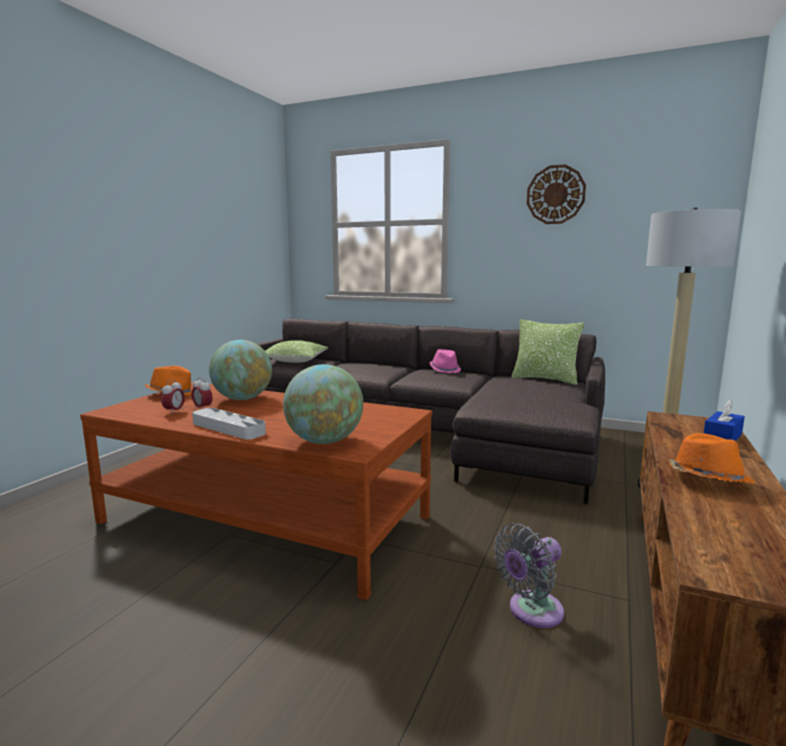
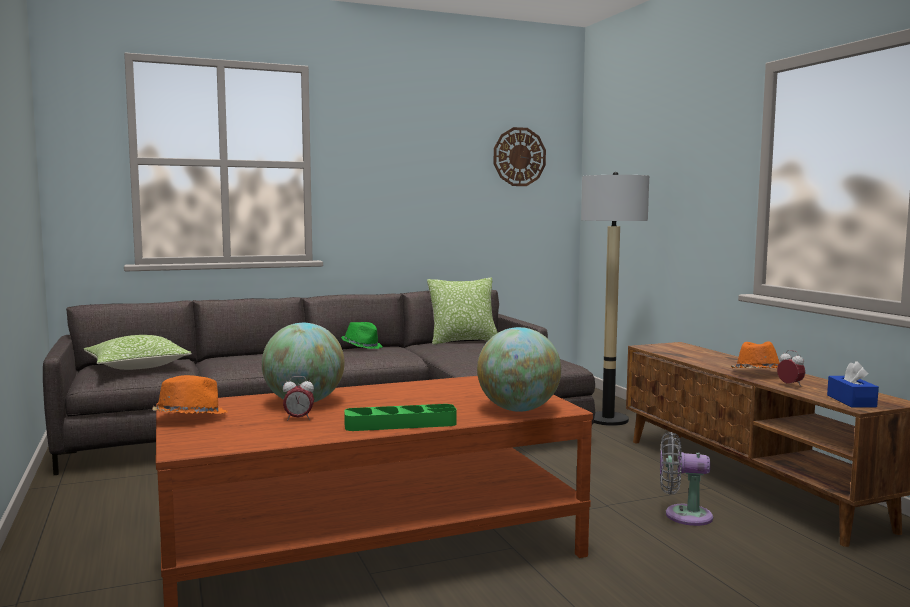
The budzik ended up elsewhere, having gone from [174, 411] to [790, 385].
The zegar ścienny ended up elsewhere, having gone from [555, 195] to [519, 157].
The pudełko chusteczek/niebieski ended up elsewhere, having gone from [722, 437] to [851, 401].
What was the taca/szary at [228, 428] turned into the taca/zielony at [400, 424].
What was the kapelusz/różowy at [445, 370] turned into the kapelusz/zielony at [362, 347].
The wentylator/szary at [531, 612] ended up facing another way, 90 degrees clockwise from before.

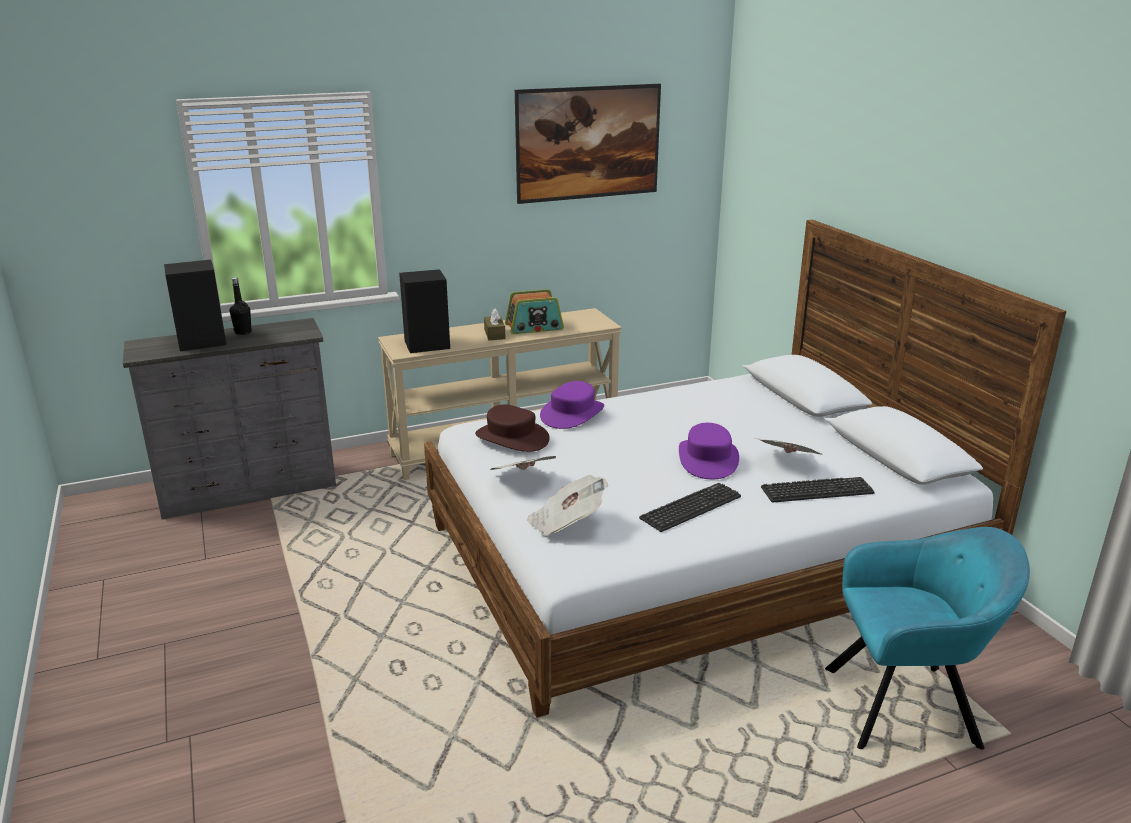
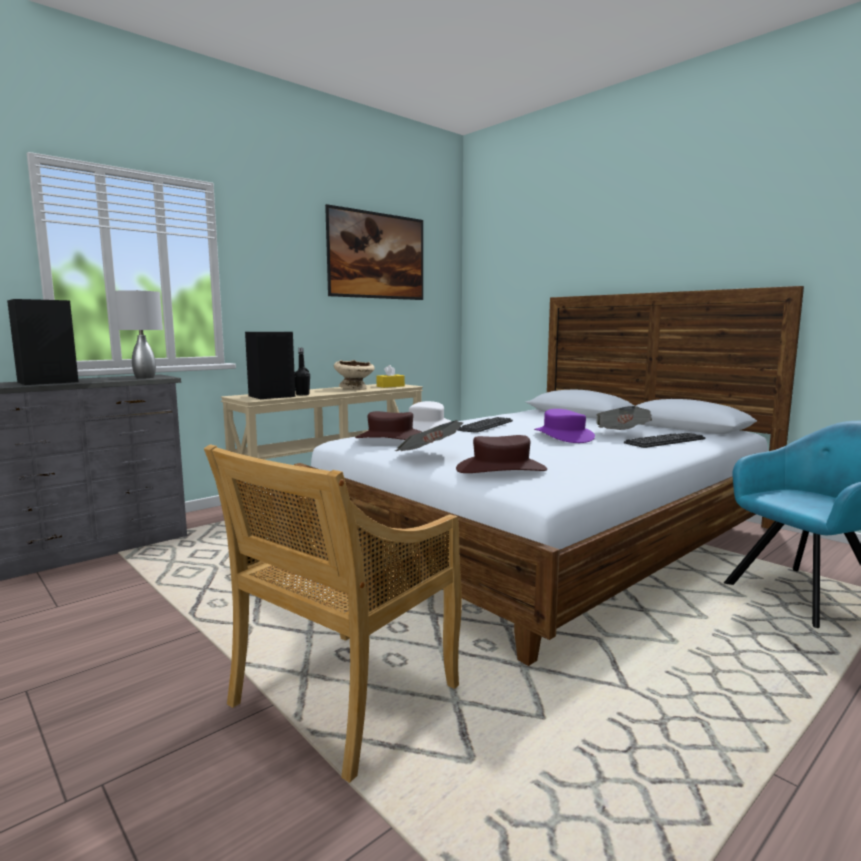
The second view lost the pudełko chusteczek/brązowy at [494, 334].
The second view gained the lampa stołowa/szary at [145, 377].
The second view gained the krzesło/beżowy at [343, 698].
The second view gained the pudełko chusteczek/żółty at [390, 386].
The butelka/czarny ended up elsewhere, having gone from [243, 332] to [302, 394].
The klawiatura ended up elsewhere, having gone from [691, 507] to [485, 426].
Where the radio stood at [534, 327], the miska/beżowy came to stand at [355, 388].
Where the gazeta stood at [566, 523], the kapelusz/brązowy came to stand at [501, 469].
What was the kapelusz/fioletowy at [572, 413] turned into the kapelusz/biały at [426, 427].

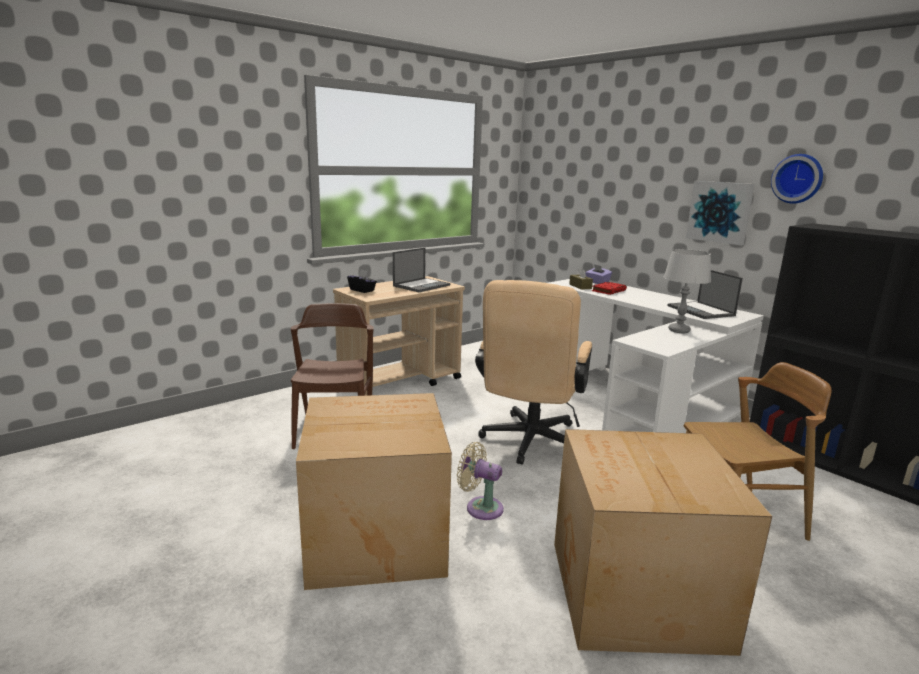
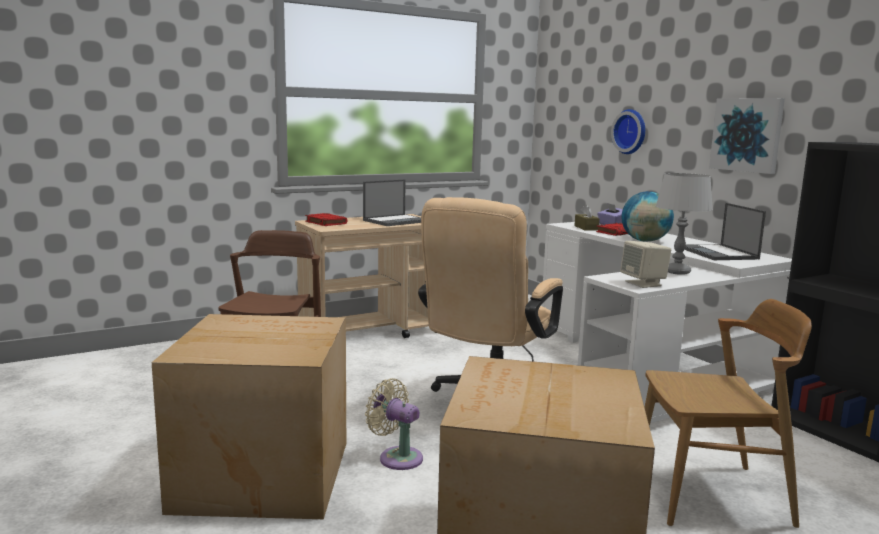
The second view gained the głośnik/beżowy at [643, 283].
The second view gained the globus at [644, 241].
The zegar ścienny ended up elsewhere, having gone from [798, 178] to [631, 131].
Where the pudełko chusteczek/czarny stood at [362, 290], the książka/czerwony came to stand at [325, 222].

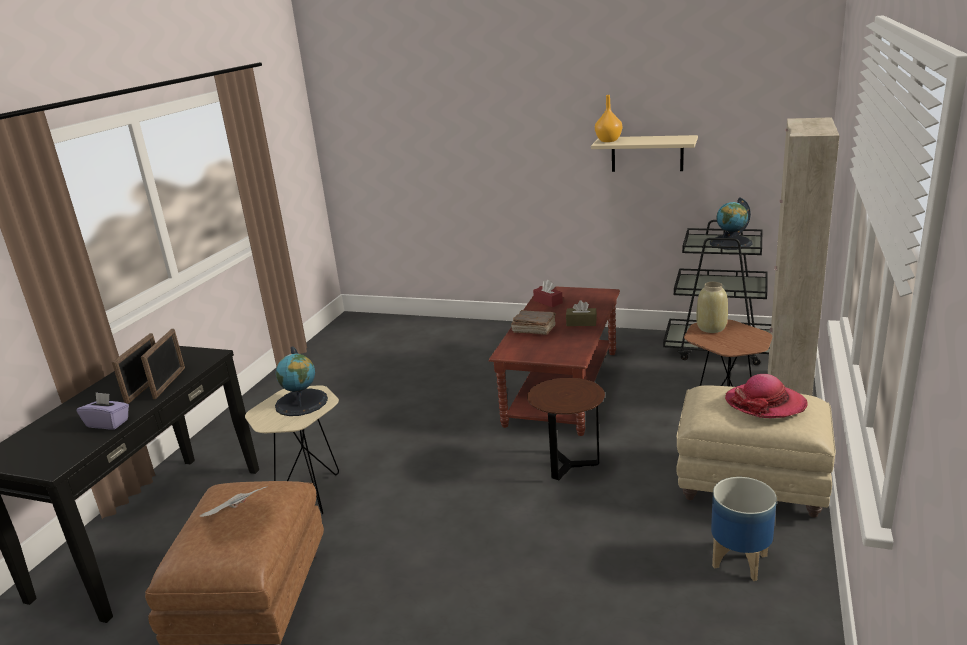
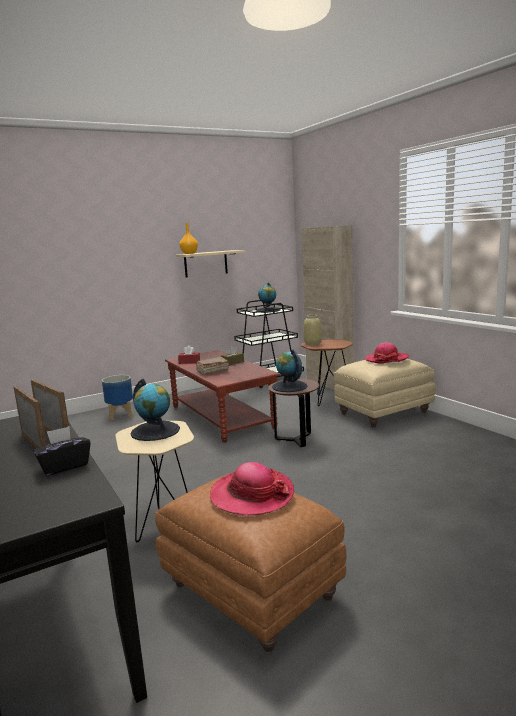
The second view gained the globus at [289, 386].
The donica ended up elsewhere, having gone from [741, 561] to [121, 415].
Where the gazeta stood at [237, 517], the kapelusz came to stand at [252, 495].
What was the pudełko chusteczek/fioletowy at [108, 423] turned into the pudełko chusteczek/czarny at [64, 466].

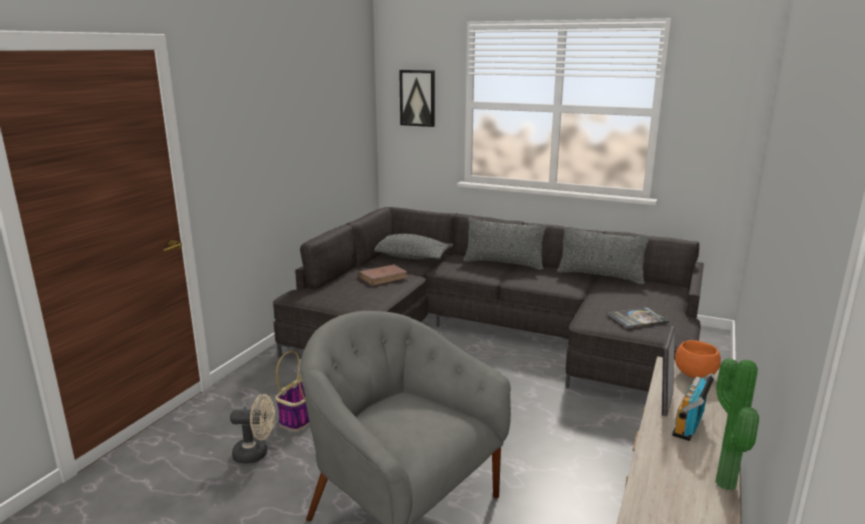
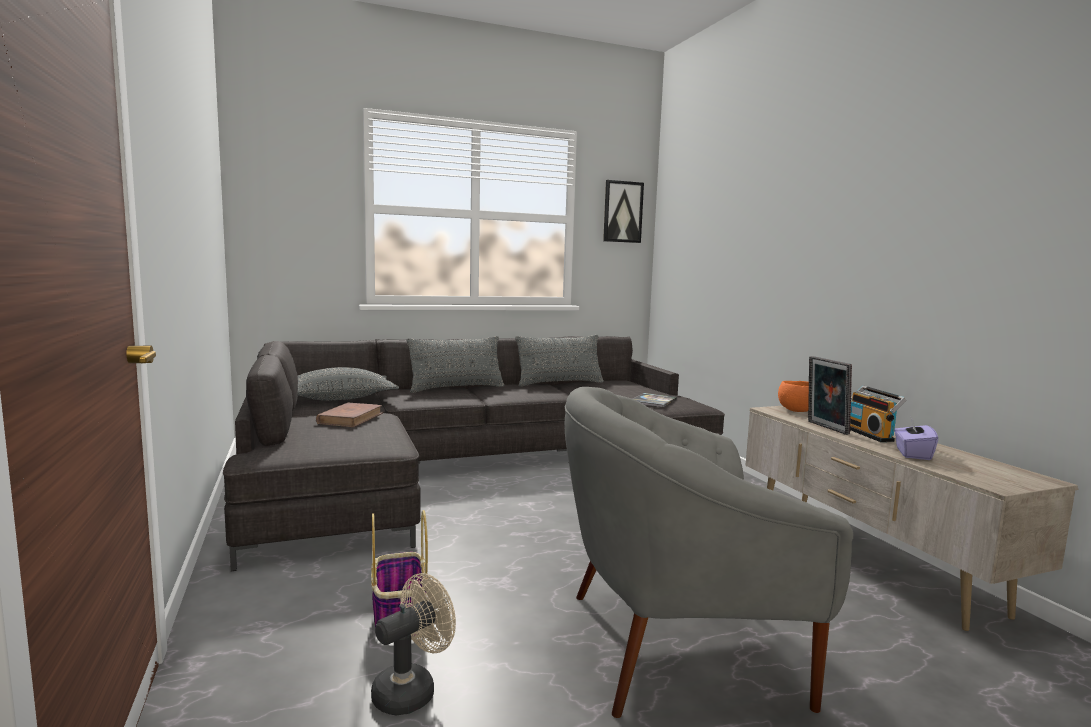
The second view lost the roślina doniczkowa at [721, 483].
The second view gained the pudełko chusteczek/fioletowy at [912, 454].
The obraz ended up elsewhere, having gone from [417, 98] to [622, 212].

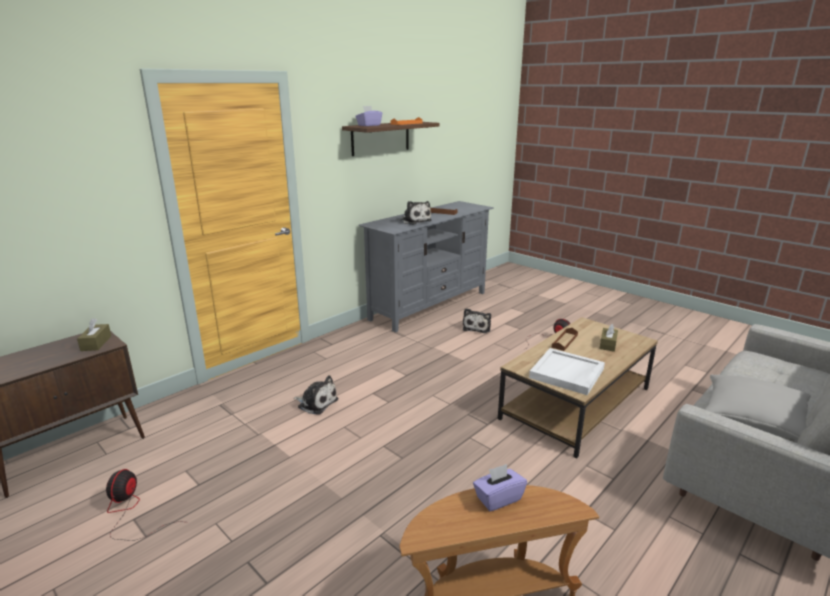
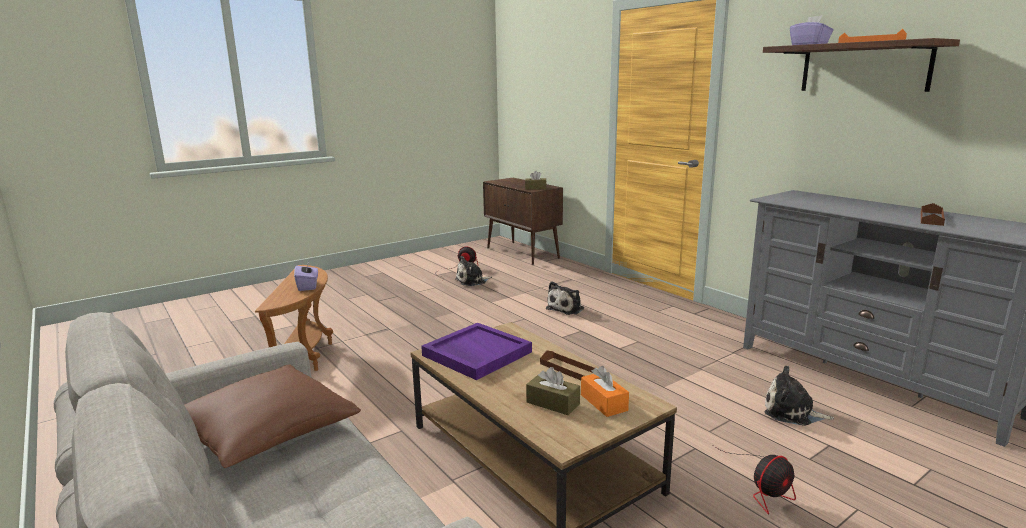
The second view gained the pudełko chusteczek/pomarańczowy at [603, 402].
The pluszak ended up elsewhere, having gone from [415, 221] to [472, 281].
What was the taca/biały at [567, 374] turned into the taca/fioletowy at [476, 354].
What was the poduszka/szary at [753, 419] turned into the poduszka/brązowy at [266, 433].

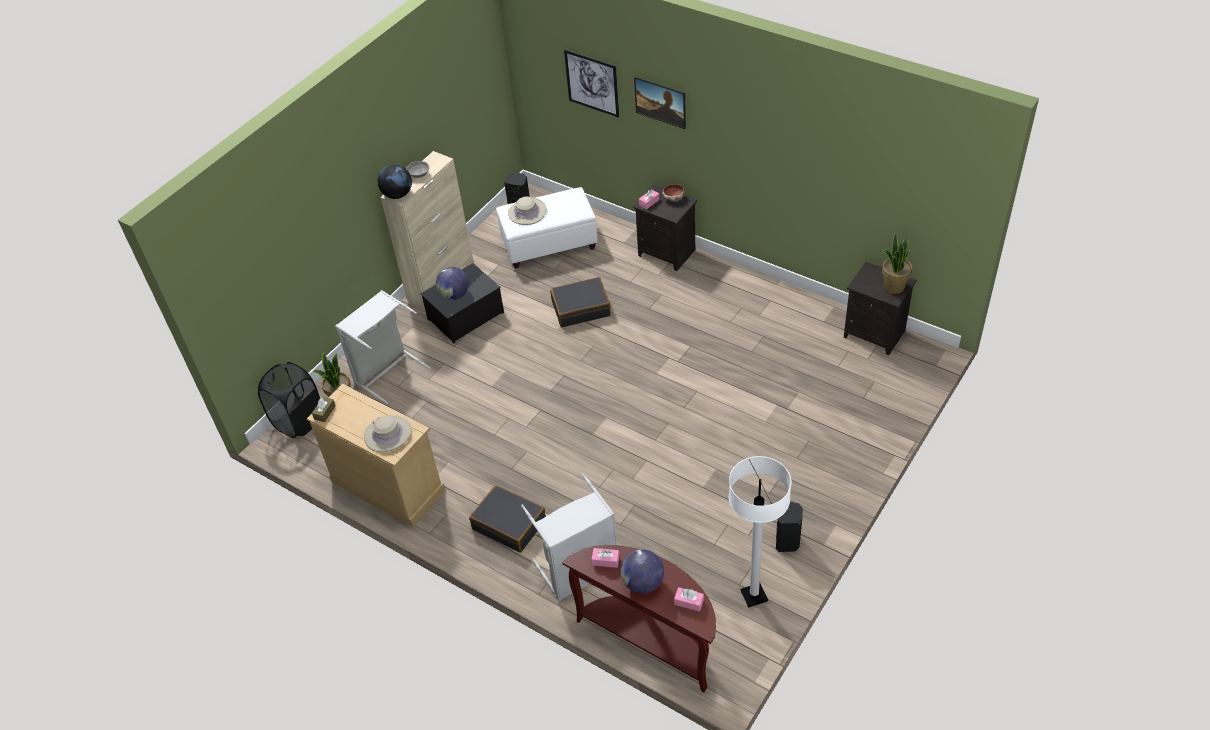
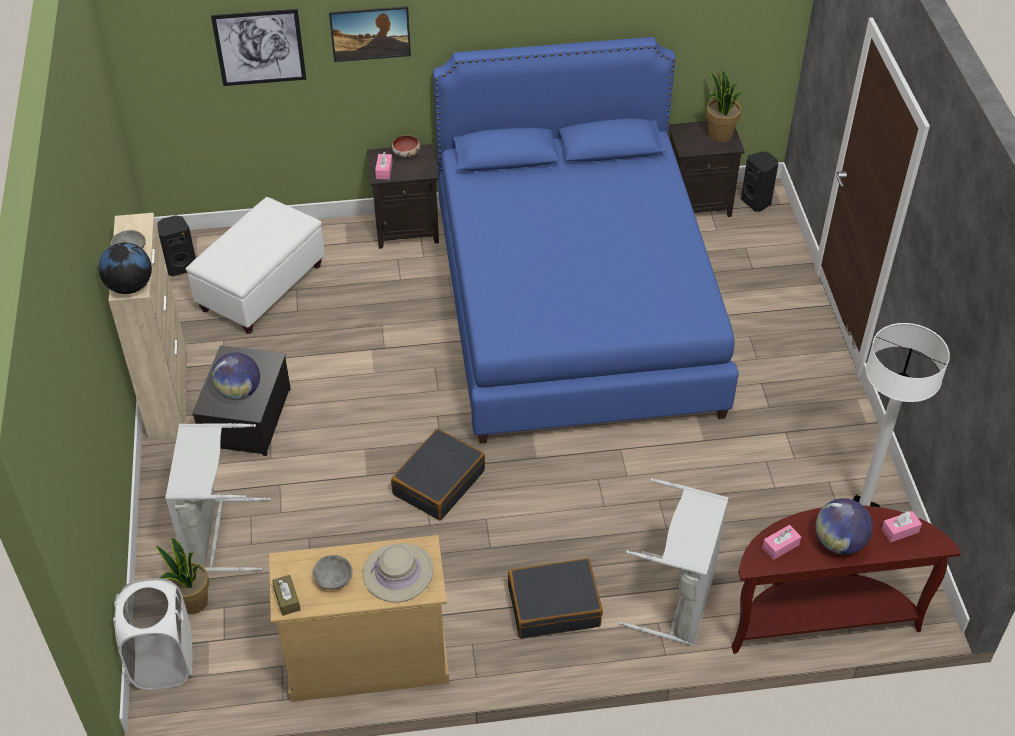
The second view lost the kapelusz/beżowy at [527, 212].
The second view gained the miska/szary at [333, 579].
The second view gained the łóżko/niebieski at [574, 308].
The walizka/czarny ended up elsewhere, having gone from [581, 308] to [438, 482].
The głośnik/czarny ended up elsewhere, having gone from [787, 541] to [757, 201].
What was the kosz na pranie/czarny at [299, 421] turned into the kosz na pranie/biały at [163, 661].

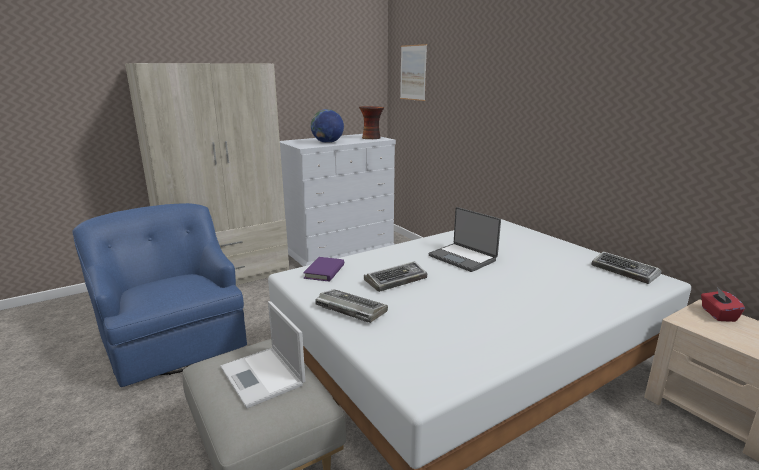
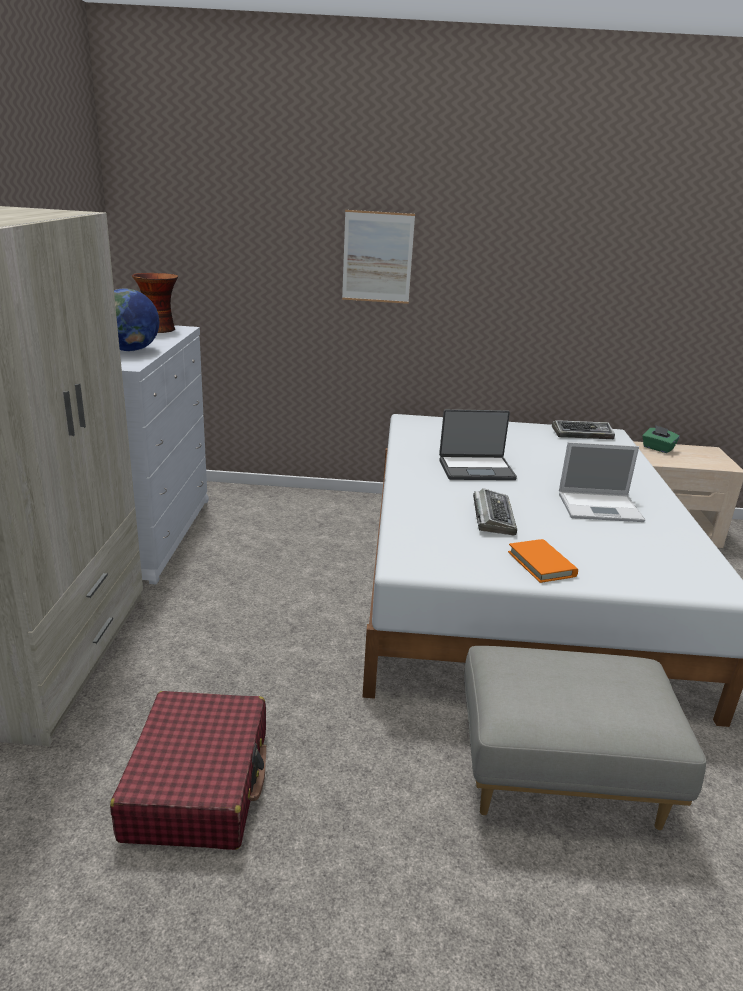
The second view lost the książka/fioletowy at [324, 271].
The laptop ended up elsewhere, having gone from [263, 377] to [601, 507].
The obraz ended up elsewhere, having gone from [413, 72] to [377, 257].
Where the fotel/niebieski stood at [173, 339], the walizka/czerwony came to stand at [198, 784].
Where the klawiatura stood at [350, 309], the książka/pomarańczowy came to stand at [541, 564].
What was the pudełko chusteczek/czerwony at [717, 314] turned into the pudełko chusteczek/zielony at [657, 448].

